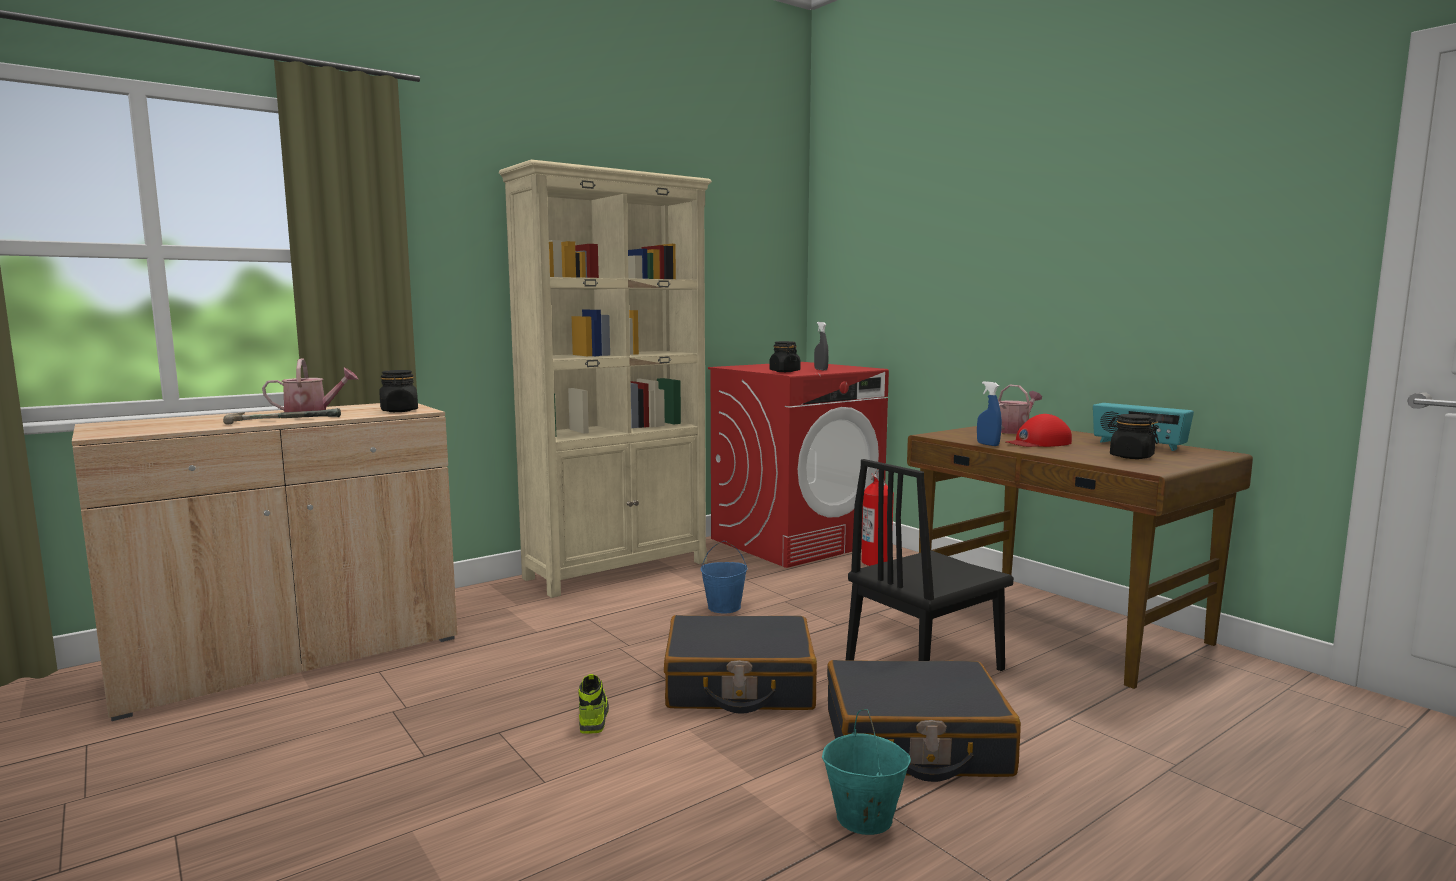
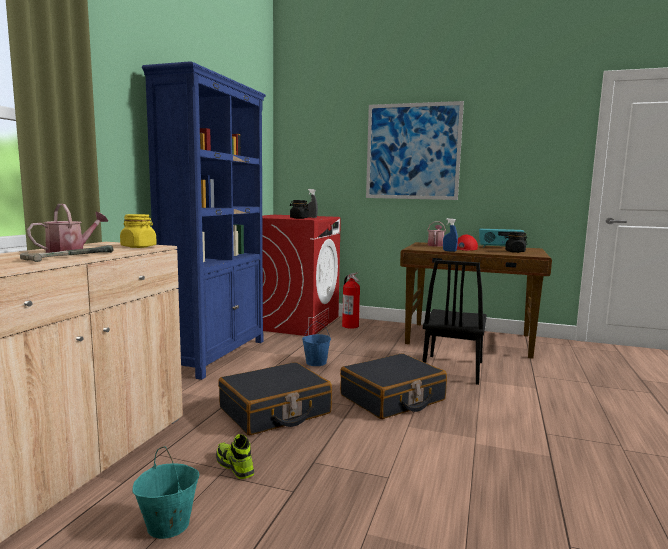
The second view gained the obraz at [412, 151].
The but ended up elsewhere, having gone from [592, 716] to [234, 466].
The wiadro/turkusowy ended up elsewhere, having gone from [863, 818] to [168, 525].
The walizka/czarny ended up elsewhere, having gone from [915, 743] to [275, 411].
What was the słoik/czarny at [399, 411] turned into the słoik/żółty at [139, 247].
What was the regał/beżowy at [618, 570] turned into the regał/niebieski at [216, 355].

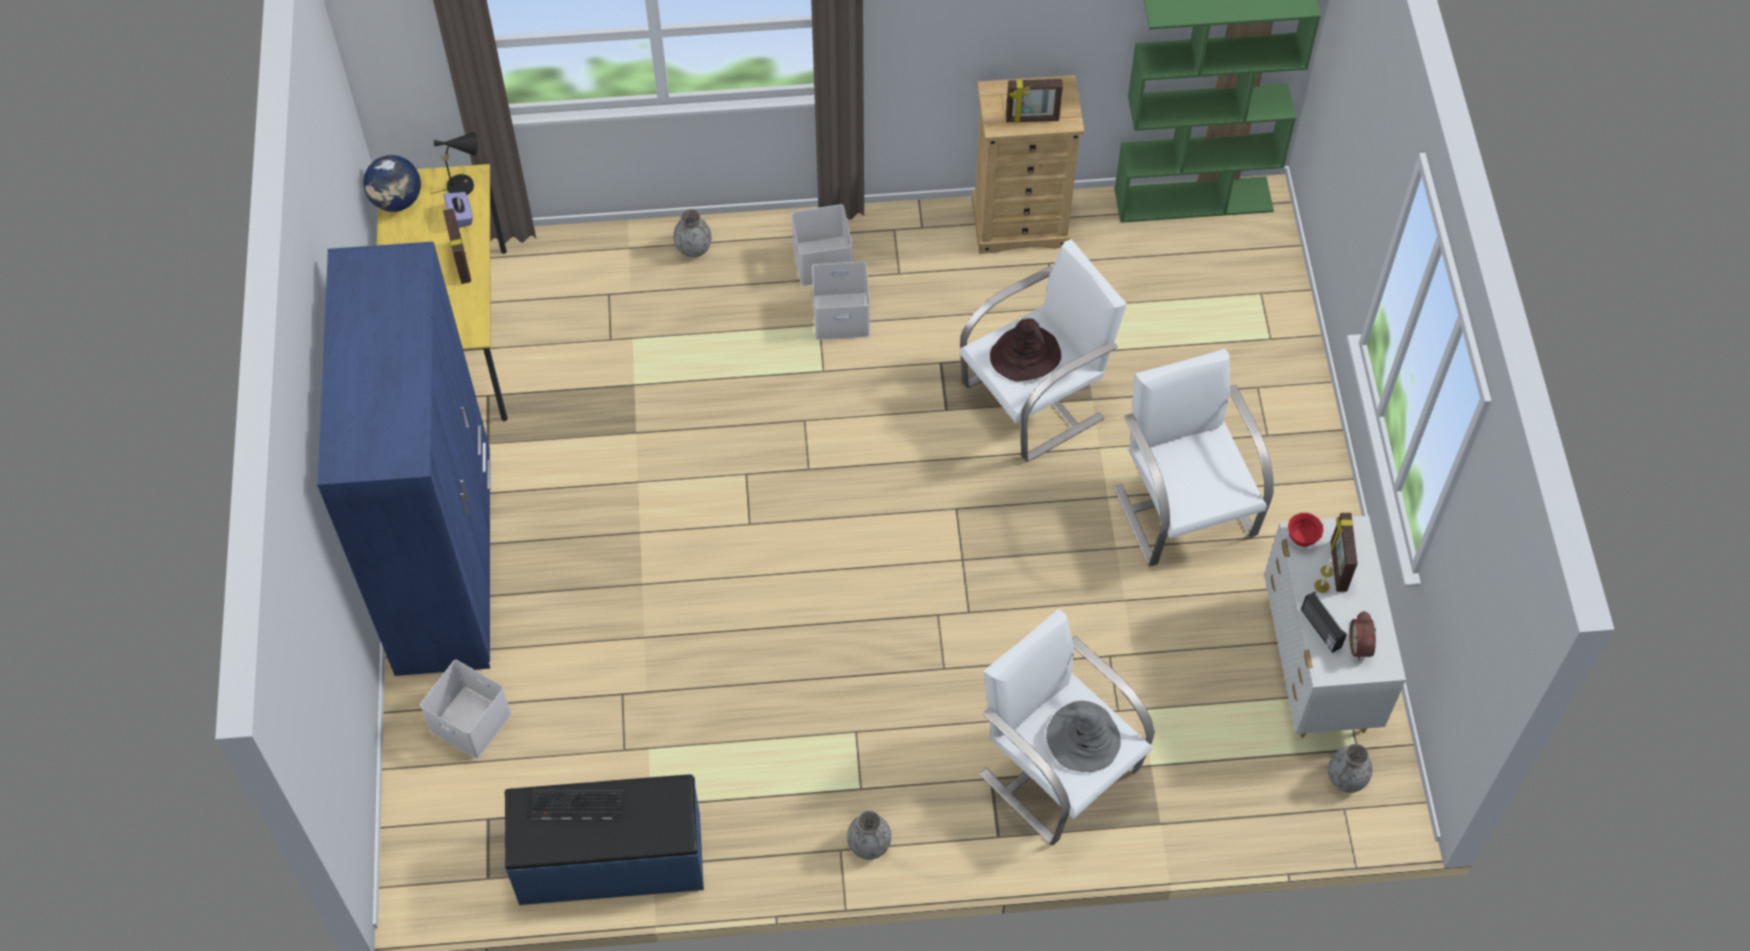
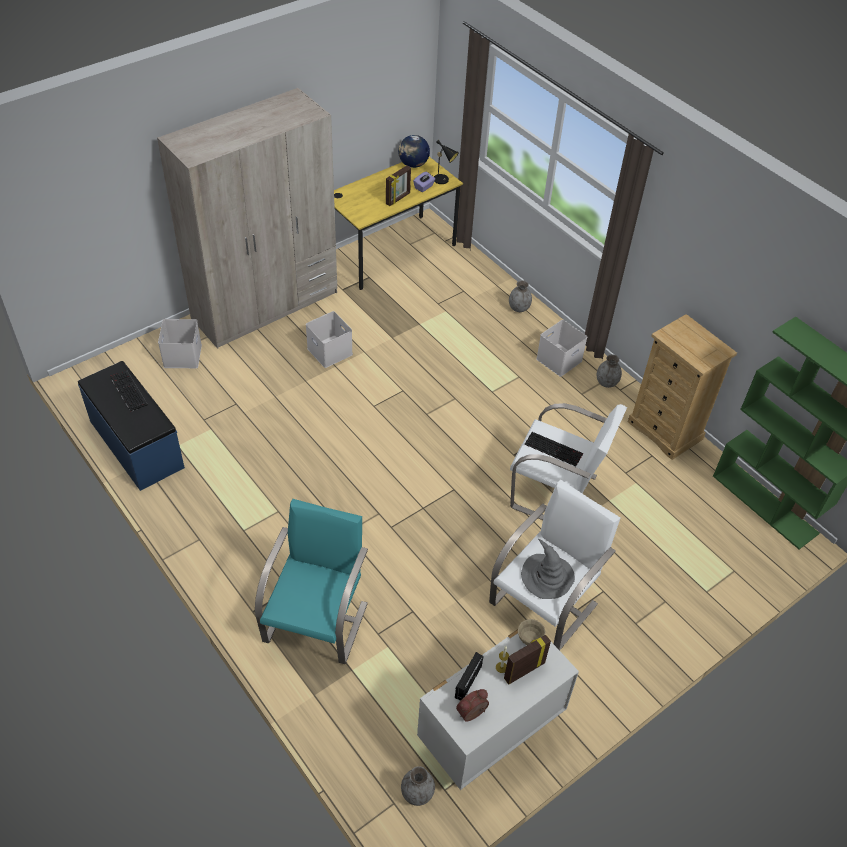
The second view lost the ramka na zdjęcie at [1032, 119].
The pojemnik do przechowywania/biały ended up elsewhere, having gone from [842, 315] to [331, 351].
The wazon/szary ended up elsewhere, having gone from [869, 845] to [607, 382].
The kapelusz/szary ended up elsewhere, having gone from [1083, 738] to [547, 577].
Where the kapelusz/brązowy stood at [1025, 355], the klawiatura came to stand at [554, 449].
What was the szafa/niebieski at [445, 561] turned into the szafa/beżowy at [266, 305].
What was the fotel/biały at [1058, 770] turned into the fotel/turkusowy at [316, 621].
What was the miska/czerwony at [1302, 538] turned into the miska/beżowy at [529, 639].

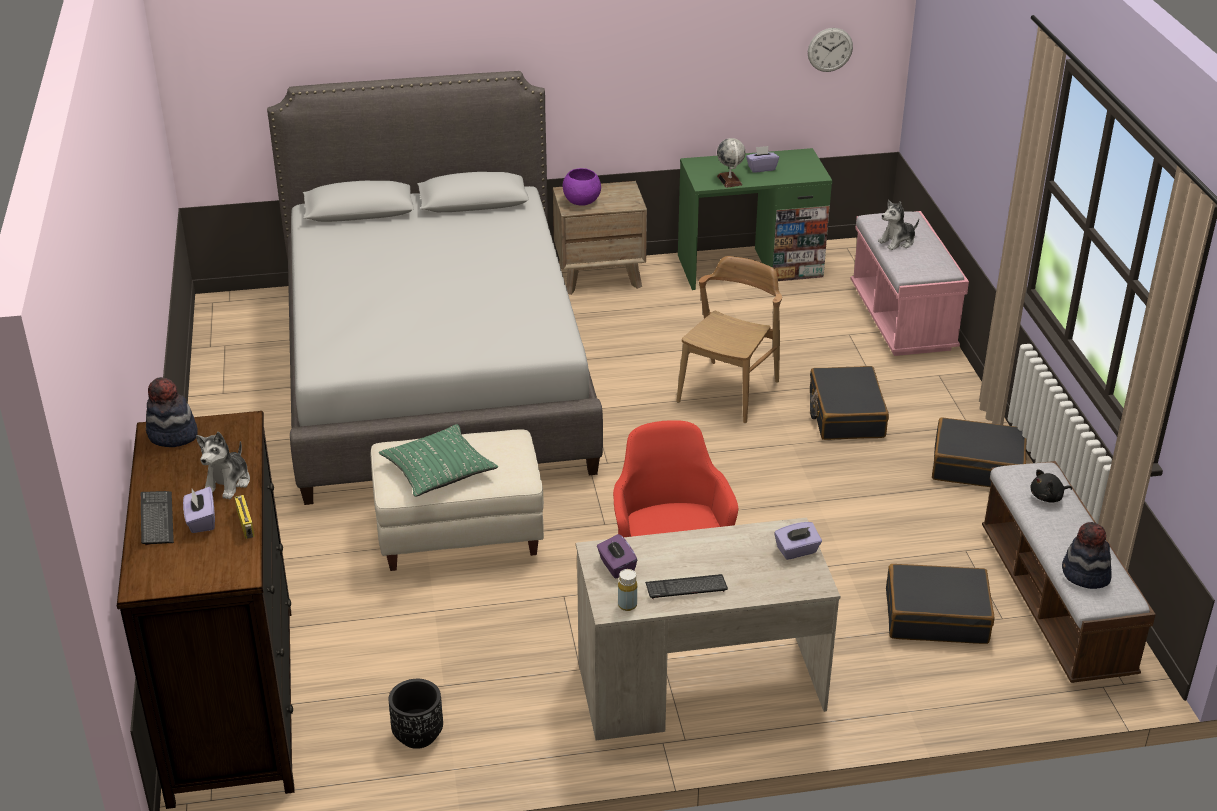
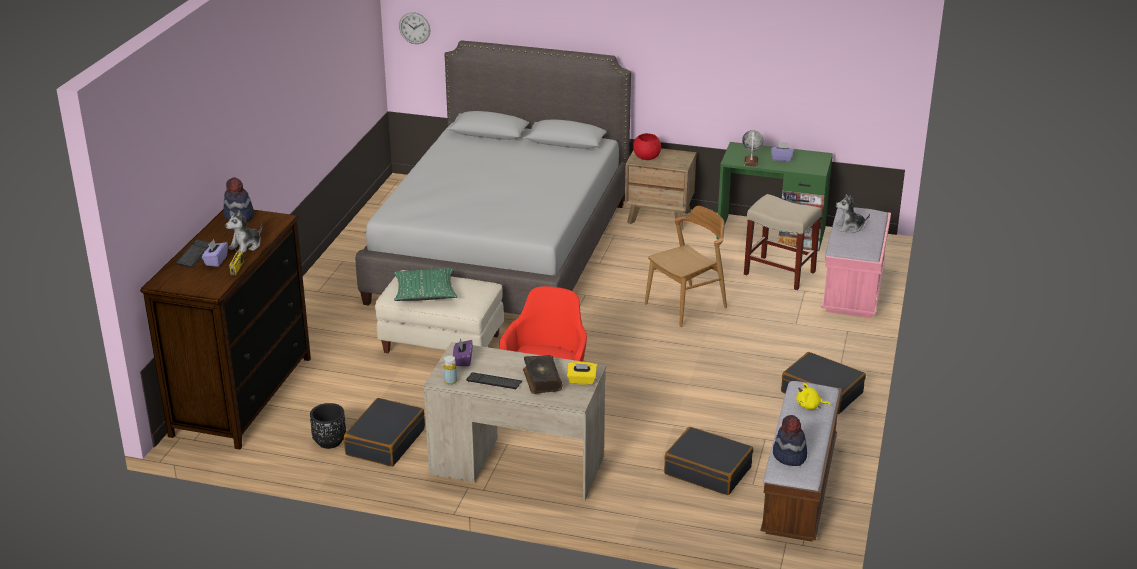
The second view gained the książka at [541, 380].
The second view gained the stołek/beżowy at [778, 273].
The zegar ścienny ended up elsewhere, having gone from [830, 49] to [414, 28].
The walizka/czarny ended up elsewhere, having gone from [845, 415] to [385, 442].
What was the miska/fioletowy at [581, 202] turned into the miska/czerwony at [646, 158].
What was the pudełko chusteczek/fioletowy at [797, 551] turned into the pudełko chusteczek/żółty at [581, 381].
What was the pluszak/czarny at [1048, 497] turned into the pluszak/żółty at [810, 406].

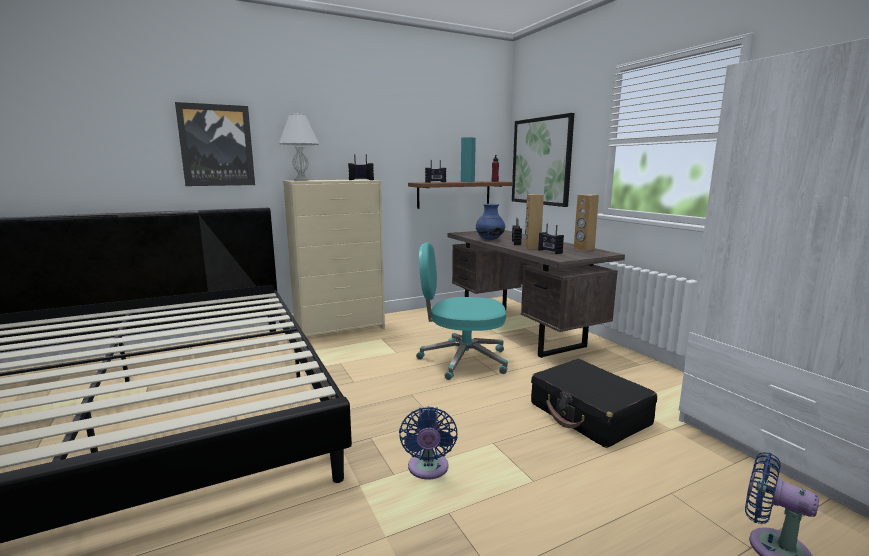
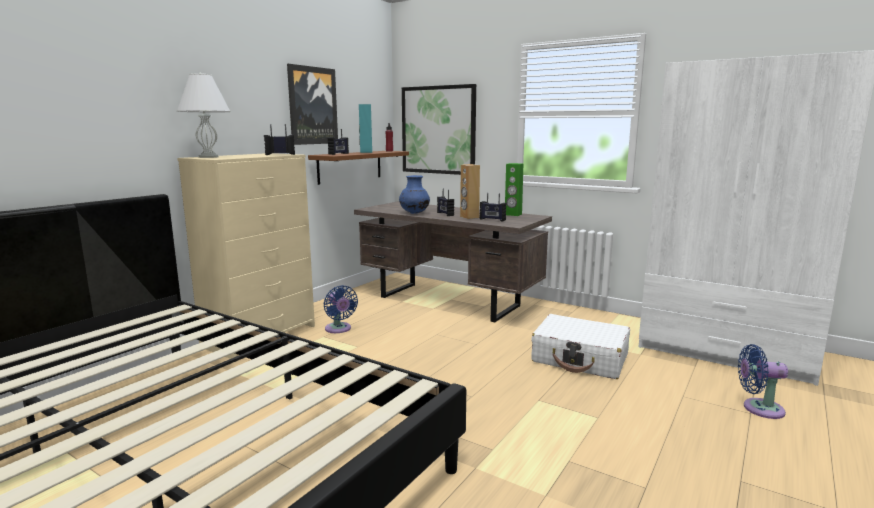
The second view lost the krzesło biurowe/turkusowy at [462, 360].
The obraz ended up elsewhere, having gone from [216, 145] to [312, 106].
The wentylator/niebieski ended up elsewhere, having gone from [428, 469] to [339, 329].
What was the walizka/czarny at [589, 414] turned into the walizka/biały at [580, 358].
What was the głośnik/brązowy at [583, 249] turned into the głośnik/zielony at [513, 214].

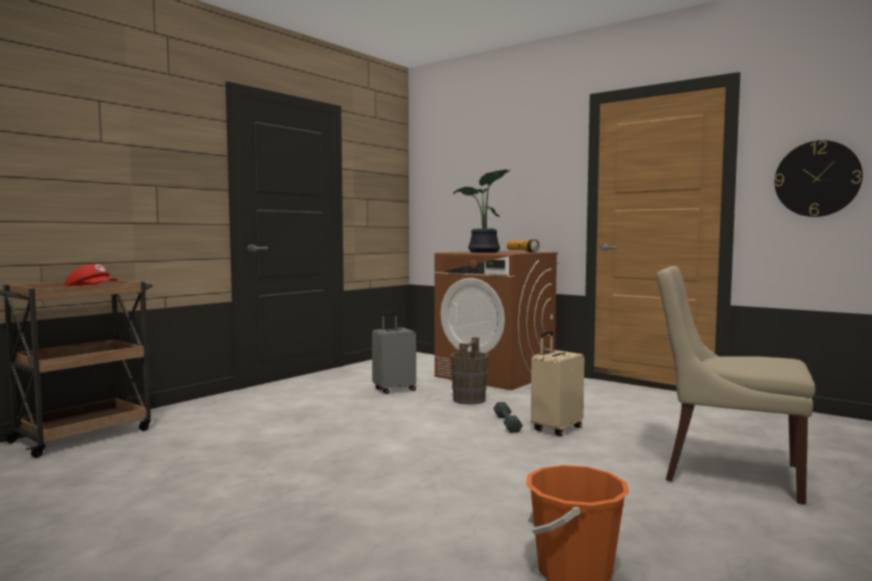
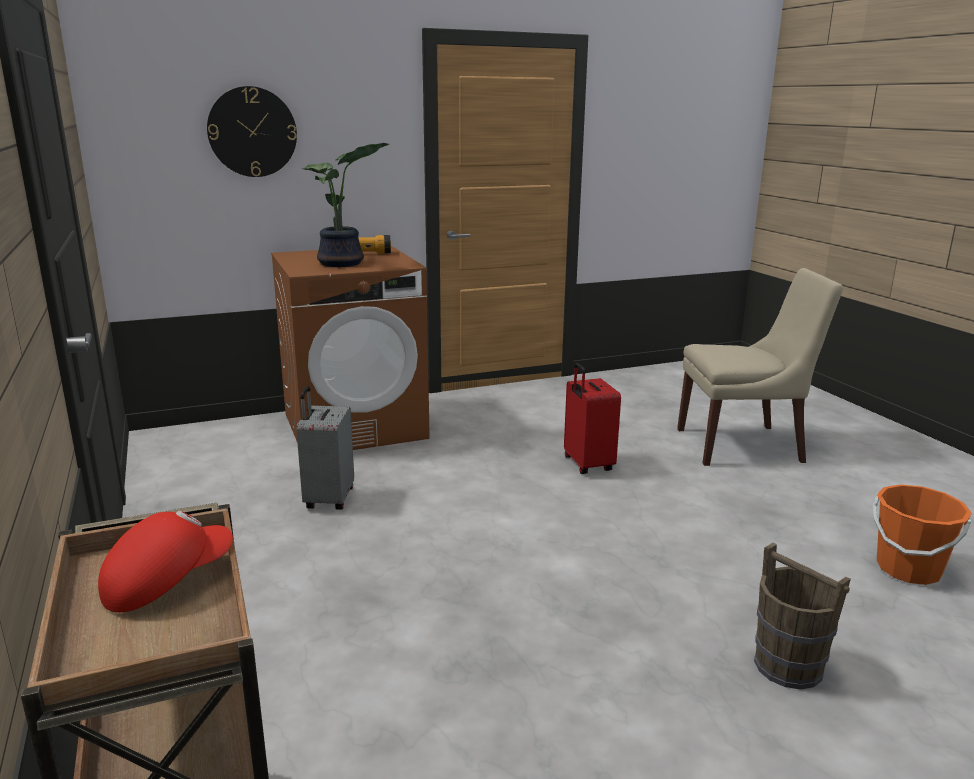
The second view lost the hantel/szary at [507, 423].
The wiadro/brązowy ended up elsewhere, having gone from [469, 400] to [788, 667].
The zegar ścienny ended up elsewhere, having gone from [817, 179] to [252, 132].
What was the walizka/beżowy at [556, 429] turned into the walizka/czerwony at [587, 465].
The krzesło/beżowy at [726, 472] ended up facing another way, 150 degrees counterclockwise from before.

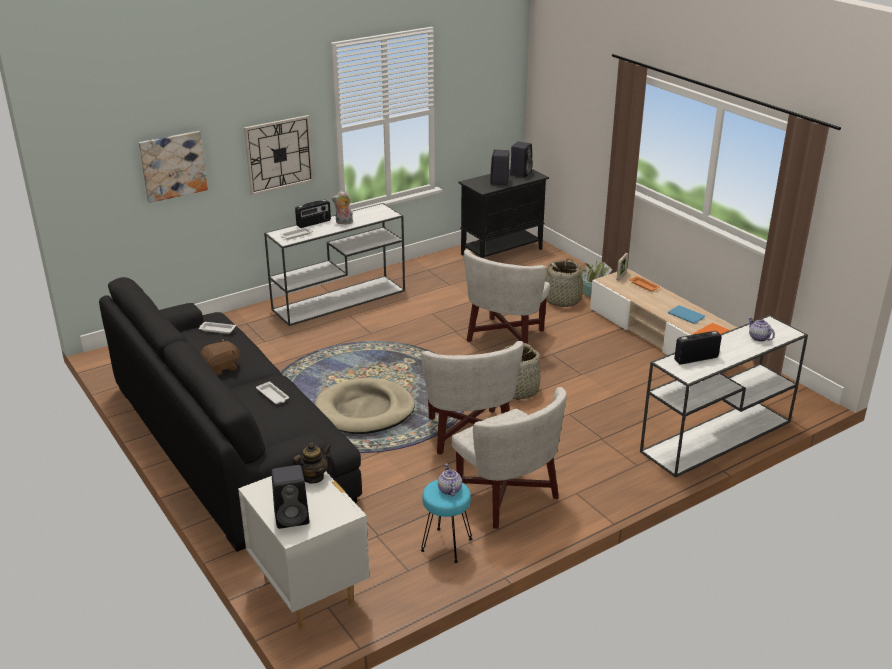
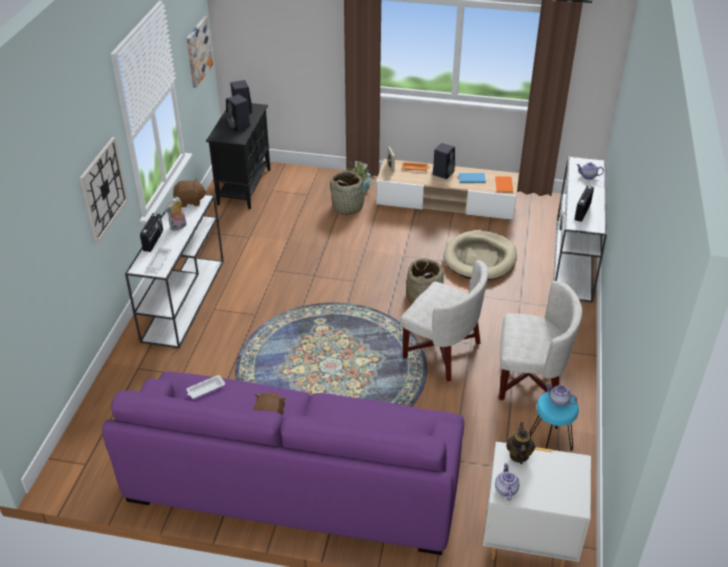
The second view lost the taca/biały at [273, 396].
The second view lost the fotel/biały at [506, 336].
The second view gained the pluszak/brązowy at [190, 201].
The second view gained the imbryk at [505, 489].
The obraz ended up elsewhere, having gone from [173, 166] to [198, 51].
The głośnik/czarny ended up elsewhere, having gone from [293, 517] to [443, 173].
The legowisko/beżowy ended up elsewhere, having gone from [365, 410] to [480, 258].
What was the kanapa/czarny at [229, 441] turned into the kanapa/fioletowy at [295, 477].

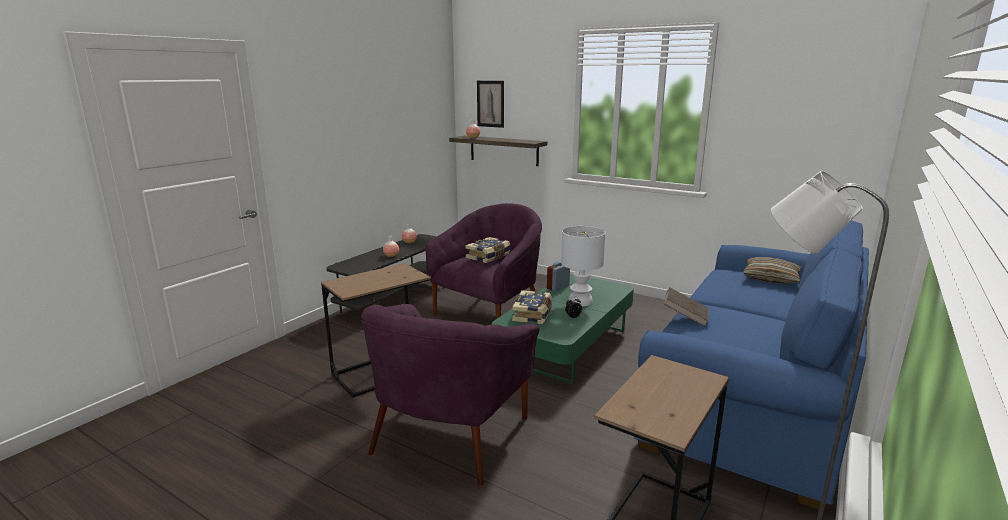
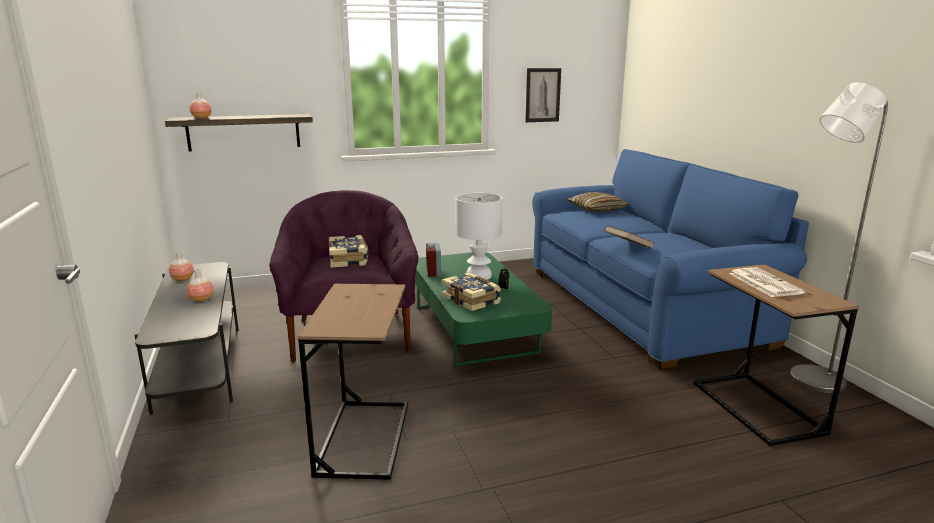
The second view lost the fotel/fioletowy at [448, 435].
The second view gained the gazeta at [763, 283].
The obraz ended up elsewhere, having gone from [490, 104] to [542, 95].

